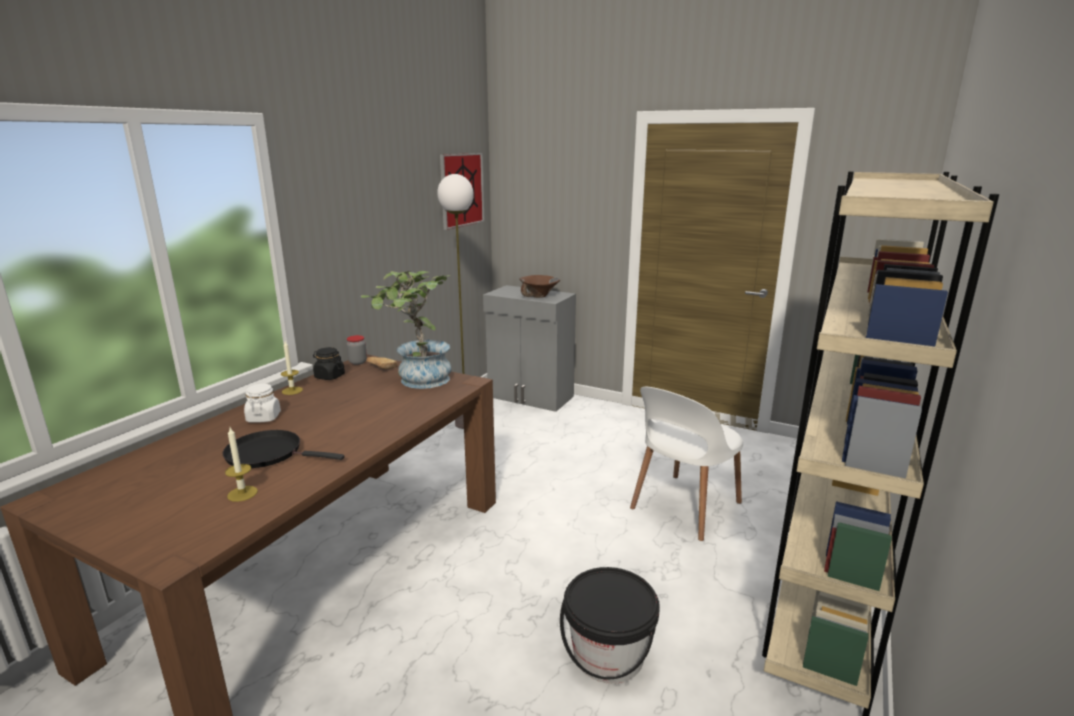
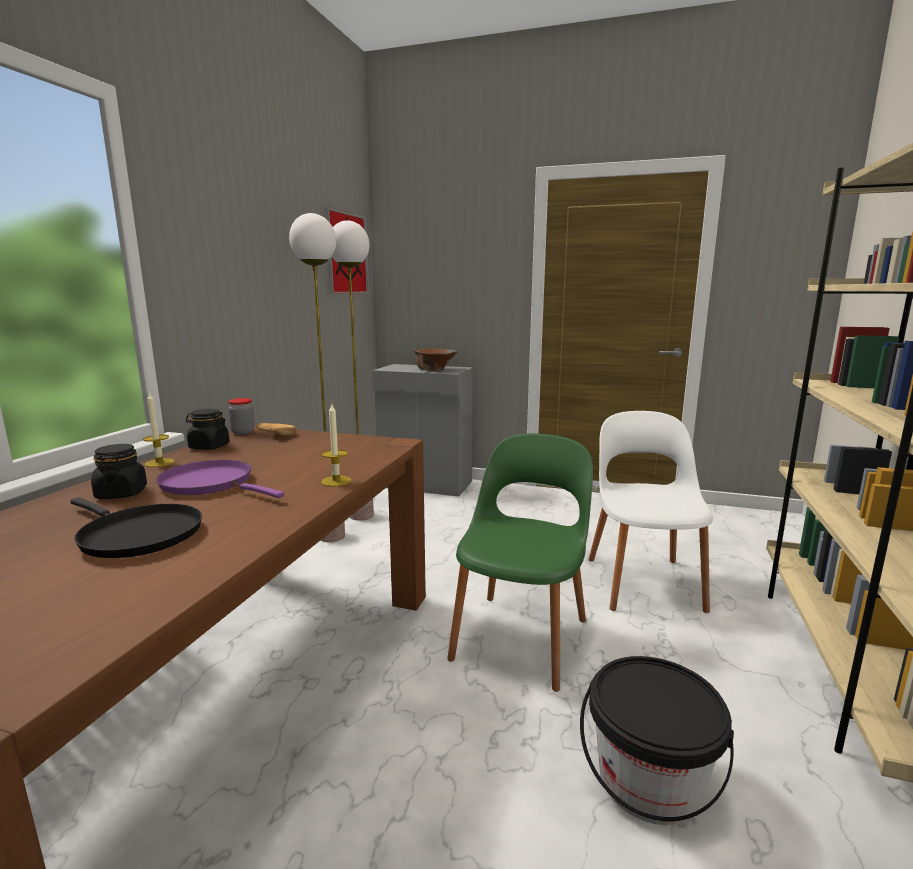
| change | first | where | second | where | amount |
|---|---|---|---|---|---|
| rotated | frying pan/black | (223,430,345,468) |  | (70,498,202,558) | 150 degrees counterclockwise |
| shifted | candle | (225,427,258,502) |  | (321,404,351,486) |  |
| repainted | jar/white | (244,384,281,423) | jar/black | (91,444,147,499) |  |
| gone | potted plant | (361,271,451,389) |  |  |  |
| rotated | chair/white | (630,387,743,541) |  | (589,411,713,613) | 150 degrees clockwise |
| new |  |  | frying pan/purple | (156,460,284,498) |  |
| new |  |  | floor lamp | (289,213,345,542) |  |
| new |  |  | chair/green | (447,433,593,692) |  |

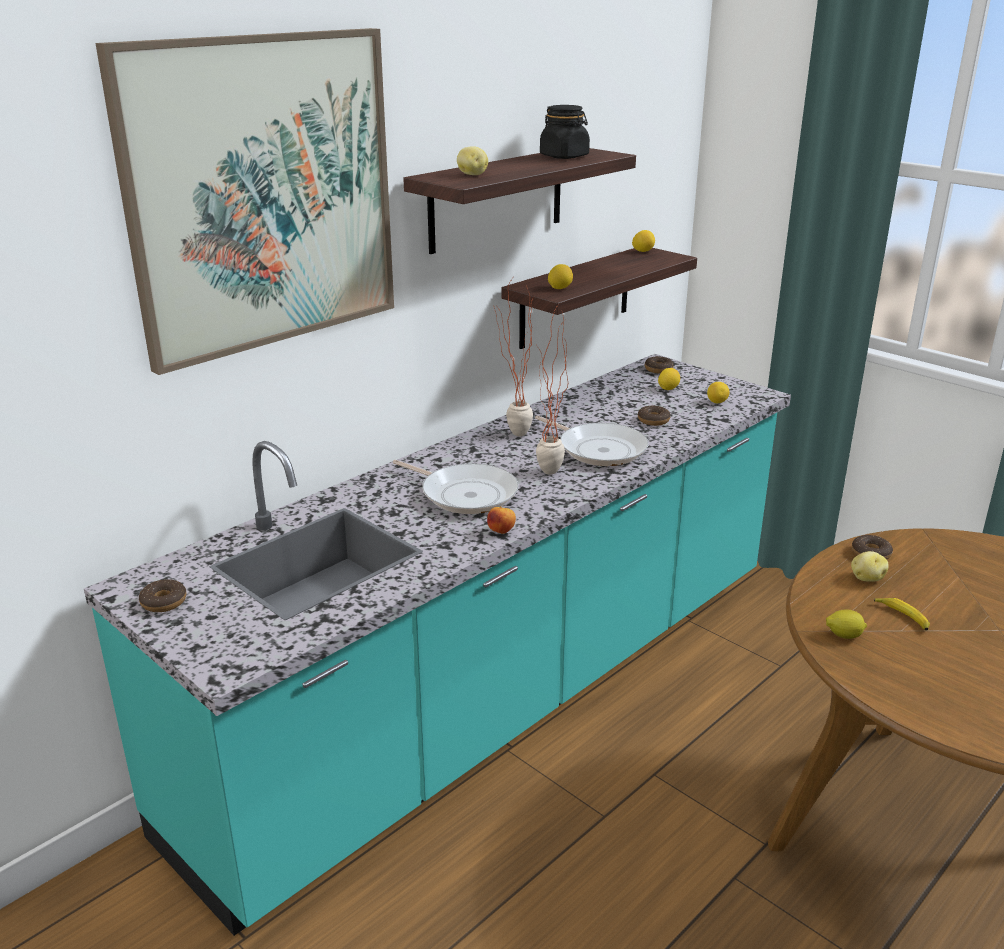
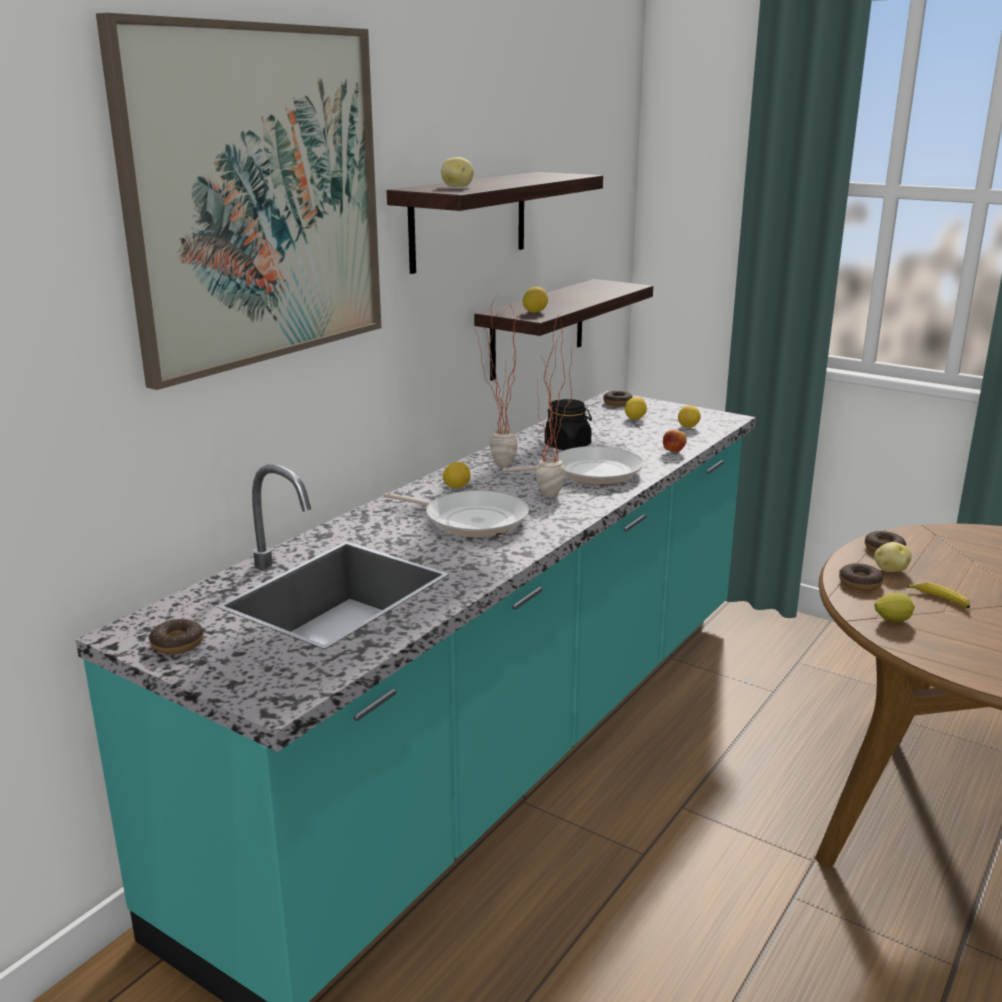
| change | first | where | second | where | amount |
|---|---|---|---|---|---|
| shifted | apple | (487,506,516,534) |  | (663,429,687,453) |  |
| rotated | frying pan | (535,415,648,466) |  | (502,446,644,485) | 45 degrees counterclockwise |
| shifted | jar/black | (540,105,590,159) |  | (545,399,592,450) |  |
| shifted | lemon | (632,230,655,252) |  | (443,462,471,488) |  |
| shifted | donut | (638,406,671,426) |  | (839,563,884,590) |  |

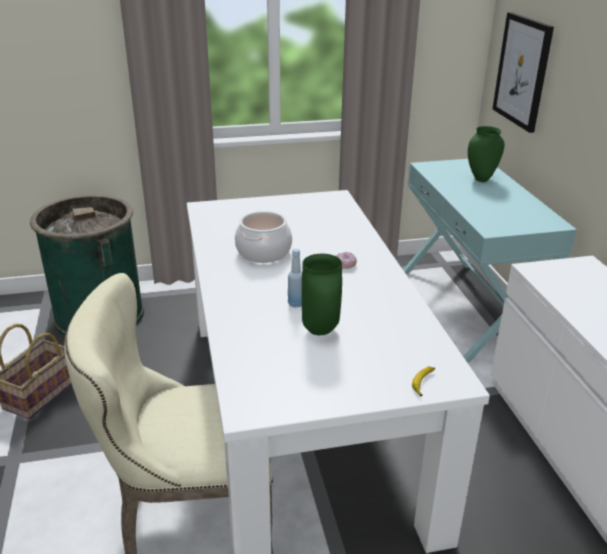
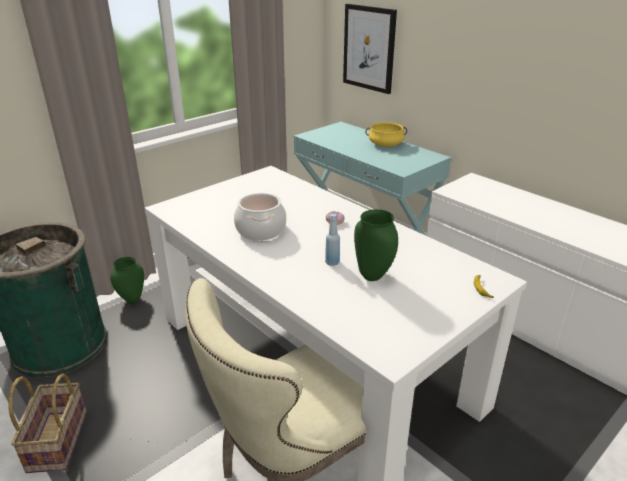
| change | first | where | second | where | amount |
|---|---|---|---|---|---|
| shifted | vase/green | (468,126,504,182) |  | (111,257,144,304) |  |
| new |  |  | cooking pot/yellow | (365,122,407,147) |  |

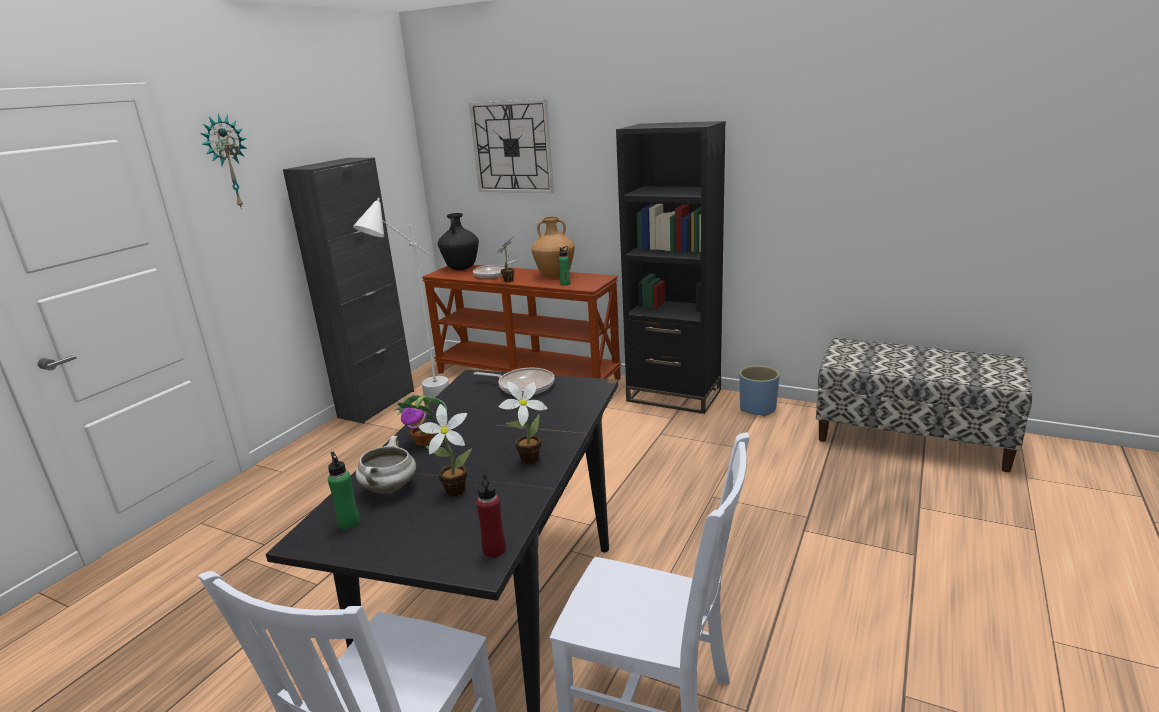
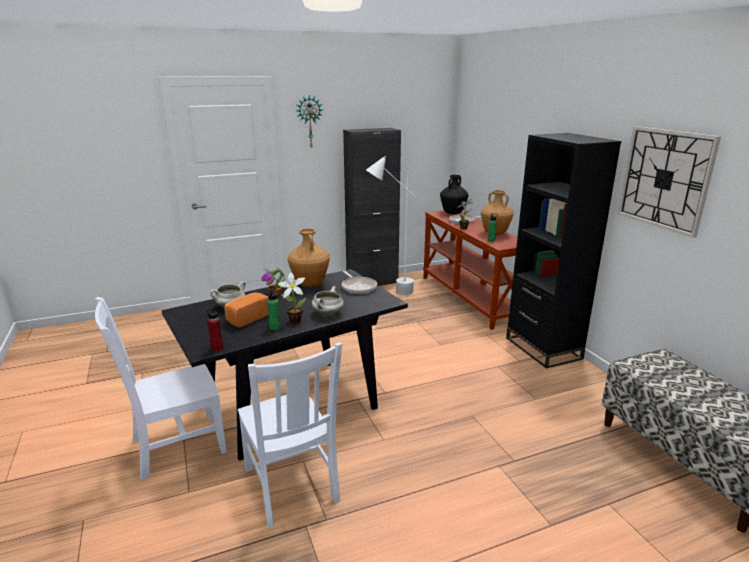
| change | first | where | second | where | amount |
|---|---|---|---|---|---|
| shifted | bottle/green | (328,451,360,530) |  | (267,287,281,330) |  |
| swapped | potted plant | (419,404,472,496) | bread | (224,292,269,327) |  |
| shifted | wall clock | (469,99,554,193) |  | (618,126,721,238) |  |
| gone | planter/blue | (739,366,780,416) |  |  |  |
| new |  |  | vase/brown | (288,229,330,287) |  |
| new |  |  | cooking pot/white | (312,286,344,316) |  |

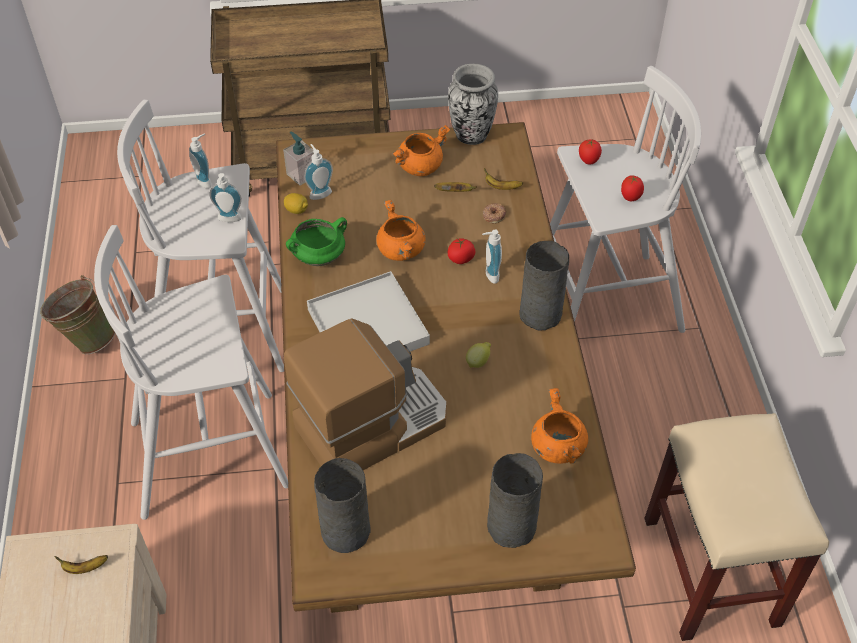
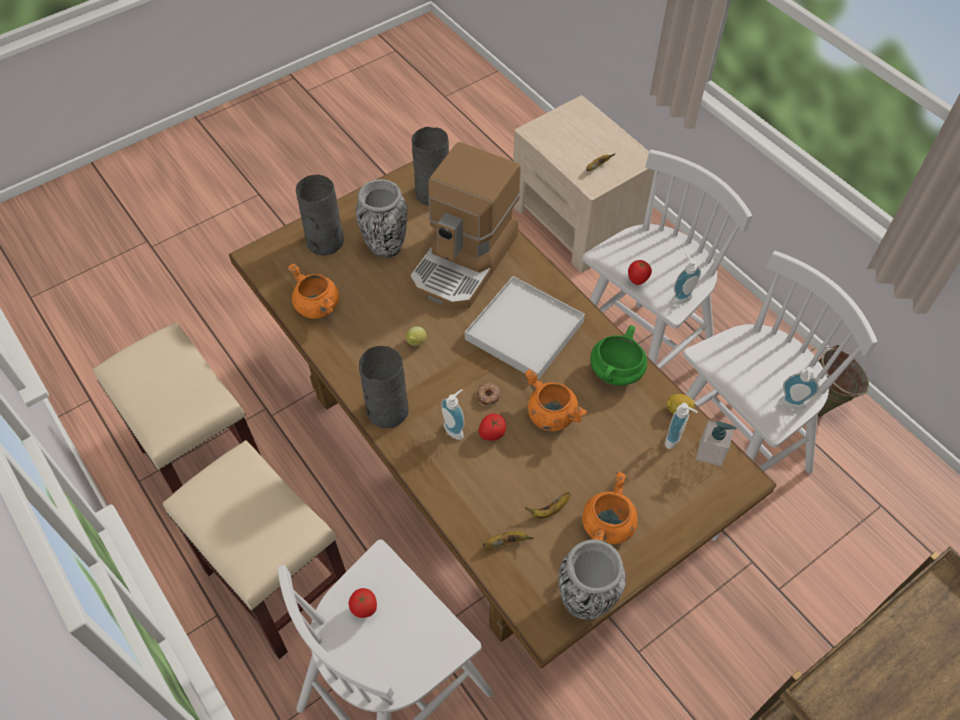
| change | first | where | second | where | amount |
|---|---|---|---|---|---|
| shifted | soap dispenser | (210,173,242,222) |  | (672,253,701,305) |  |
| shifted | donut | (483,203,506,224) |  | (476,382,501,406) |  |
| shifted | tomato | (579,139,602,165) |  | (628,260,652,285) |  |
| new |  |  | stool/beige | (163,440,346,659) |  |
| new |  |  | vase | (356,179,408,258) |  |

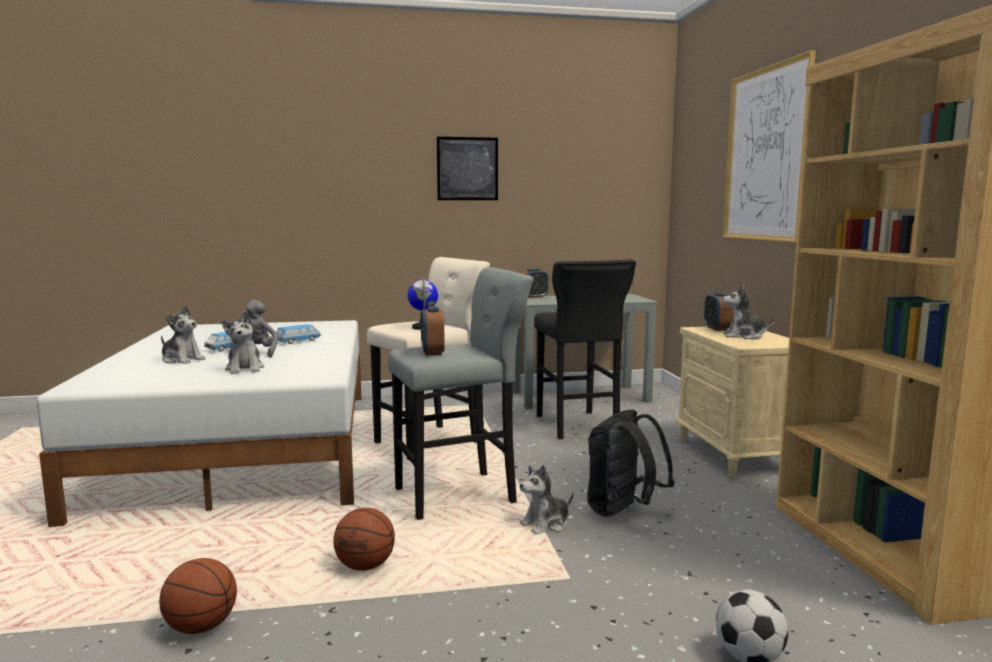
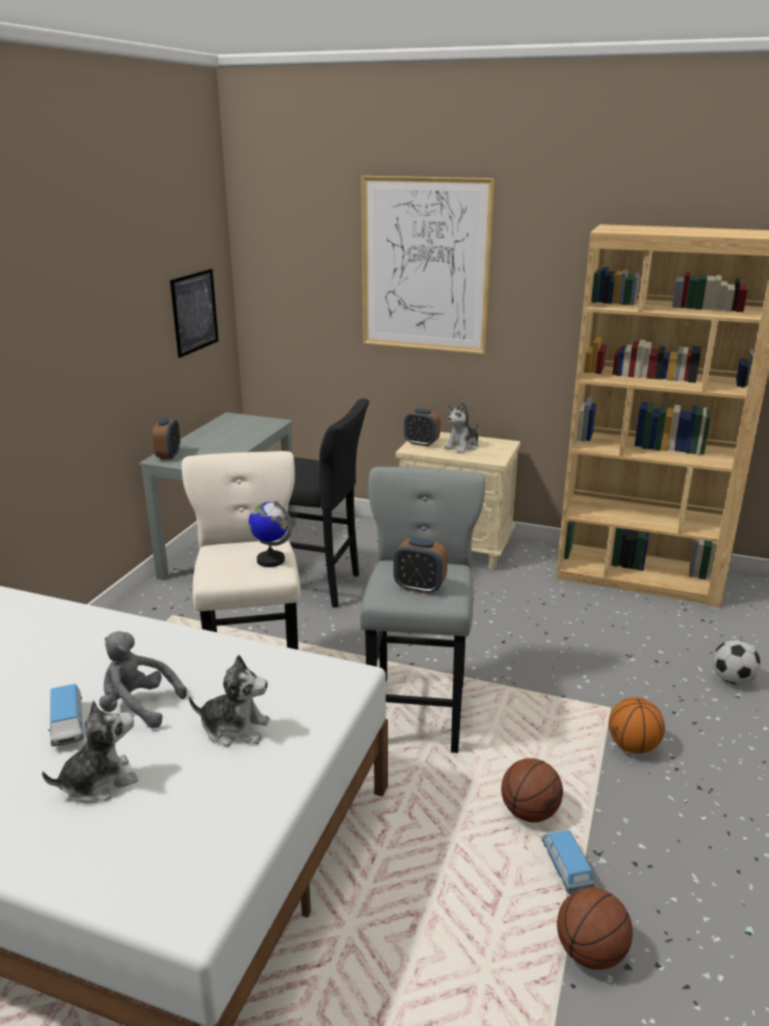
| change | first | where | second | where | amount |
|---|---|---|---|---|---|
| shifted | toy car | (276,324,321,344) |  | (542,830,594,894) |  |
| shifted | picture | (437,137,498,200) |  | (170,269,219,358) |  |
| gone | plush toy | (519,465,573,535) |  |  |  |
| gone | backpack/black | (587,410,674,517) |  |  |  |
| new |  |  | basketball | (609,697,665,753) |  |

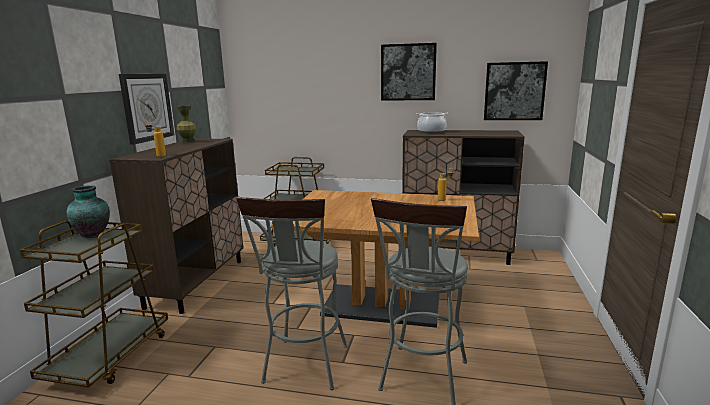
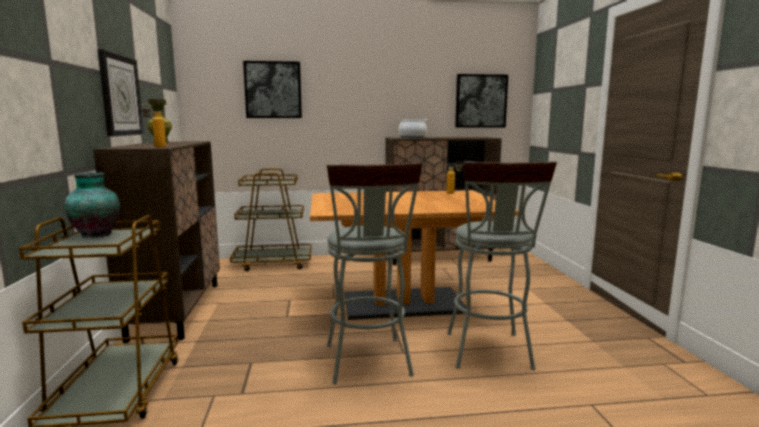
| change | first | where | second | where | amount |
|---|---|---|---|---|---|
| shifted | picture | (381,43,437,101) |  | (243,61,302,118) |  |

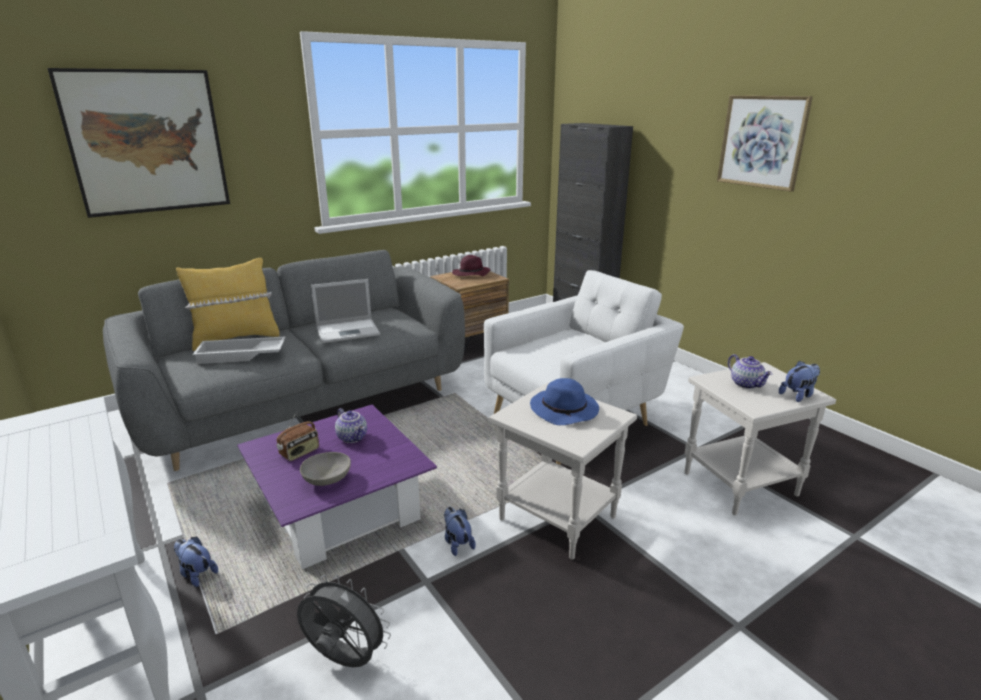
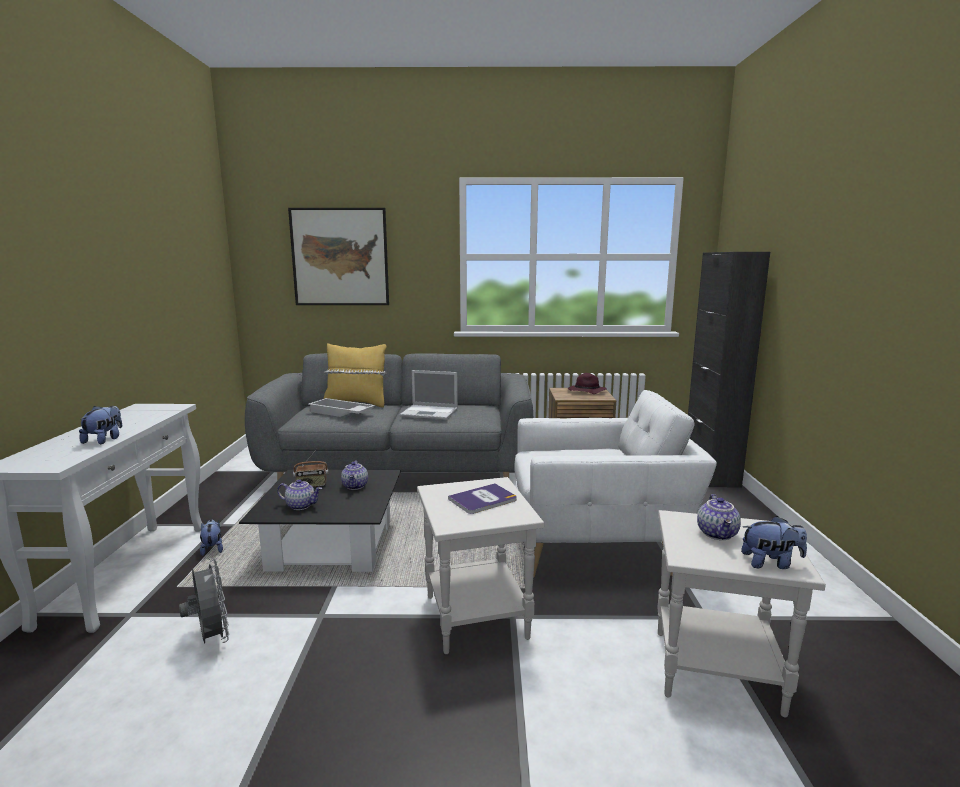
| change | first | where | second | where | amount |
|---|---|---|---|---|---|
| repainted | coffee table/purple | (237,404,437,569) | coffee table/black | (239,470,401,572) |  |
| swapped | bowl/grey | (300,452,351,486) | teapot | (277,479,322,510) |  |
| shifted | plush toy | (444,507,476,556) |  | (79,406,122,444) |  |
| swapped | hat/blue | (530,378,599,425) | book | (448,483,517,514) |  |
| gone | picture | (717,95,813,192) |  |  |  |

